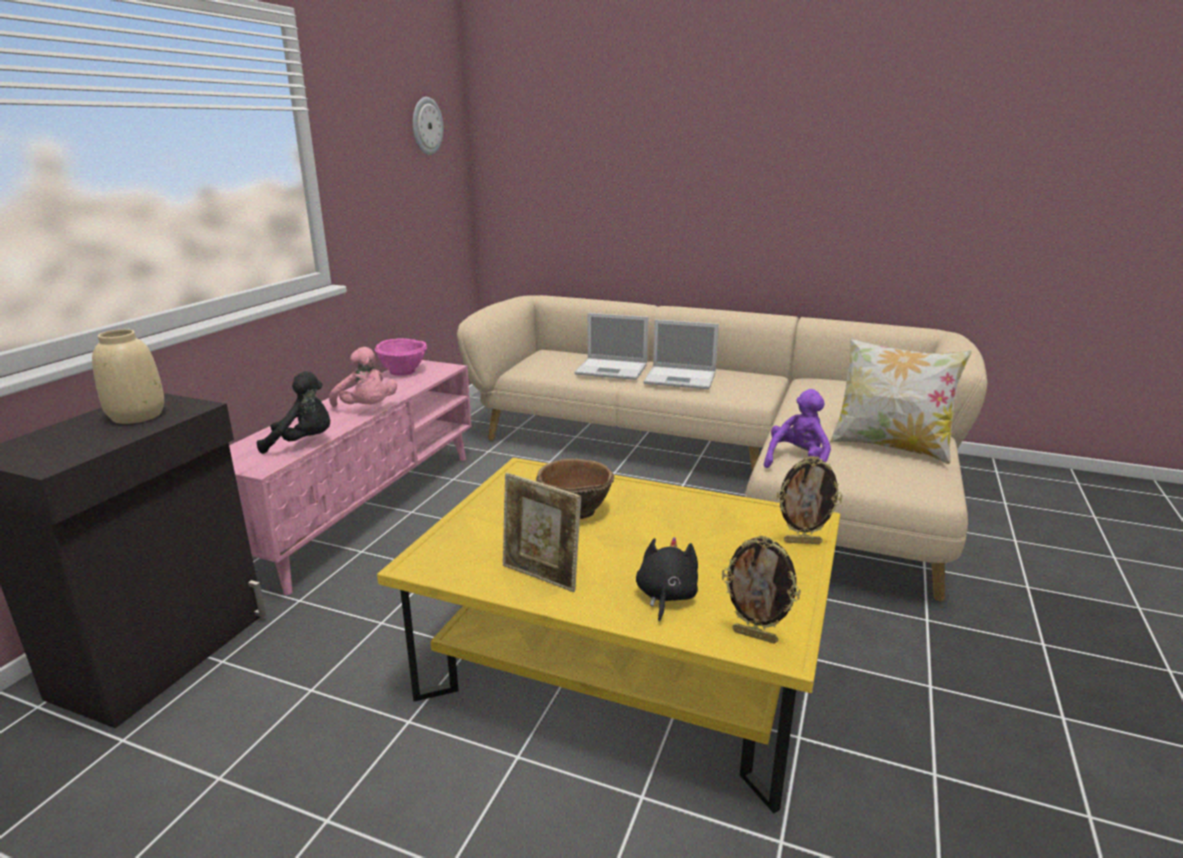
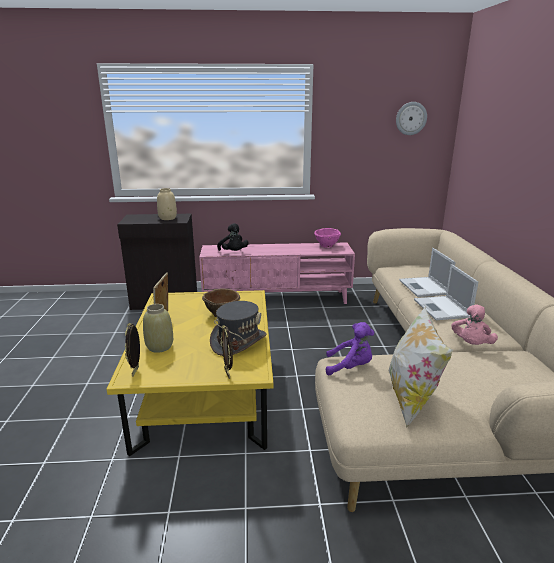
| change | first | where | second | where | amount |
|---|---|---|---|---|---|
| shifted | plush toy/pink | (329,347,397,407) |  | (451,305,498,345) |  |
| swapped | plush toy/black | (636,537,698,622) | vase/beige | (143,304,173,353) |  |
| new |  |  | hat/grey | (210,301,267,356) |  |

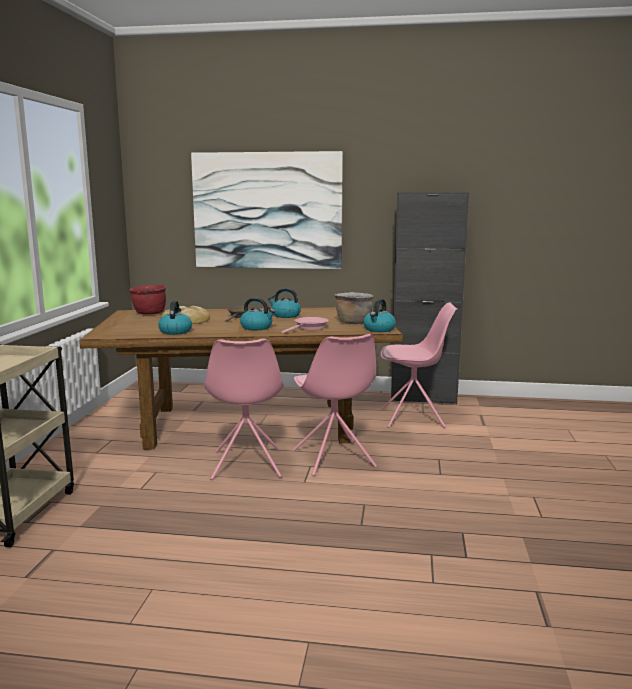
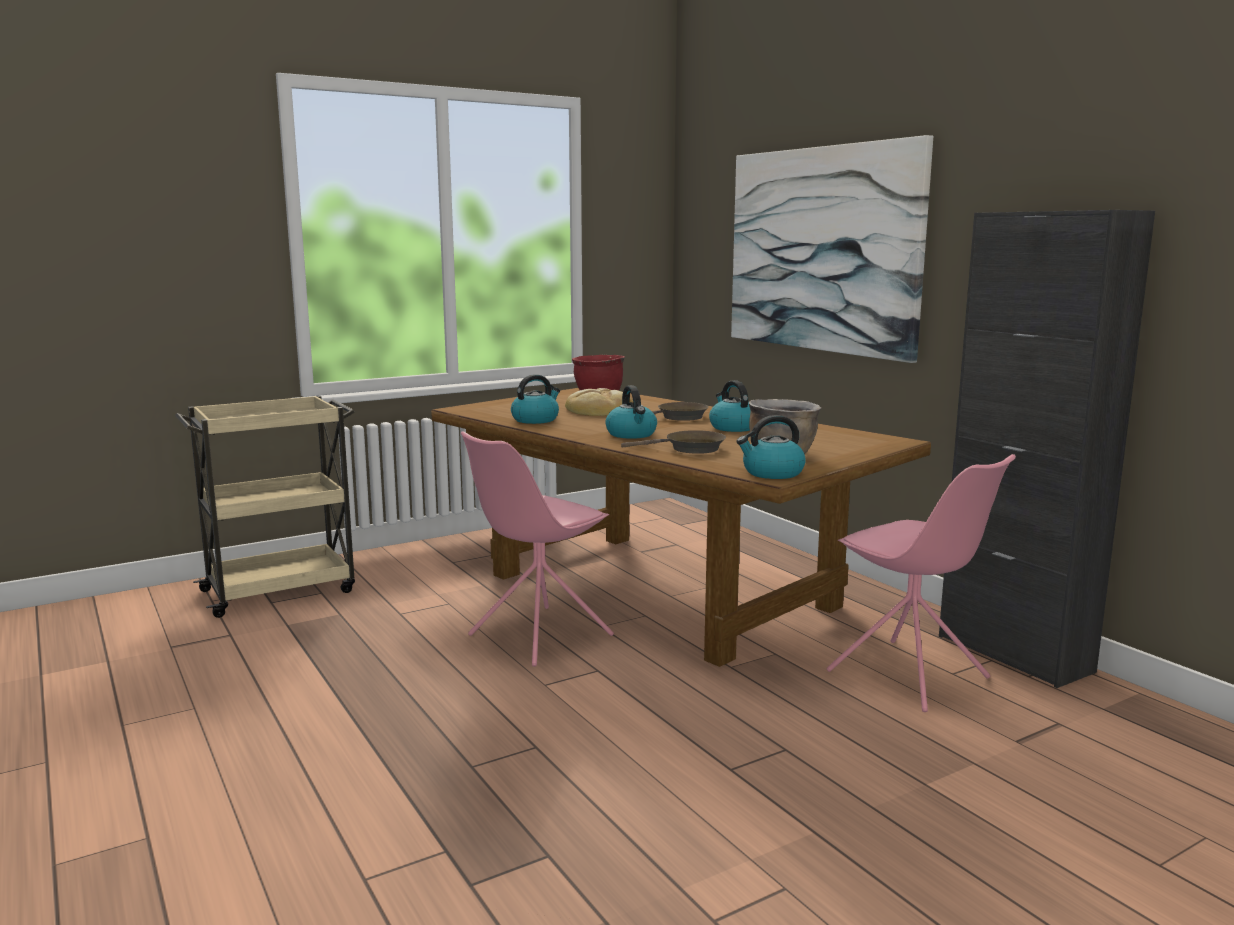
| change | first | where | second | where | amount |
|---|---|---|---|---|---|
| repainted | frying pan/pink | (282,317,329,334) | frying pan/brown | (621,430,726,454) |  |
| gone | chair/pink | (294,334,377,476) |  |  |  |

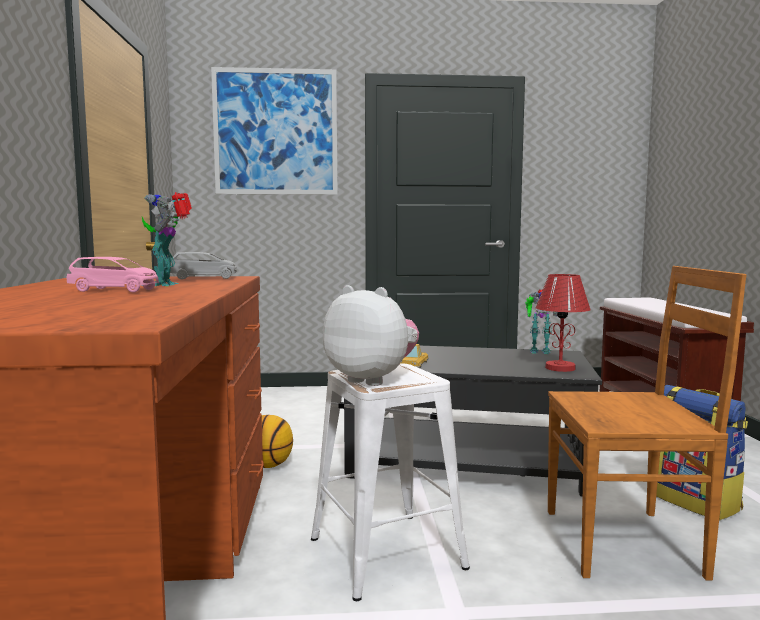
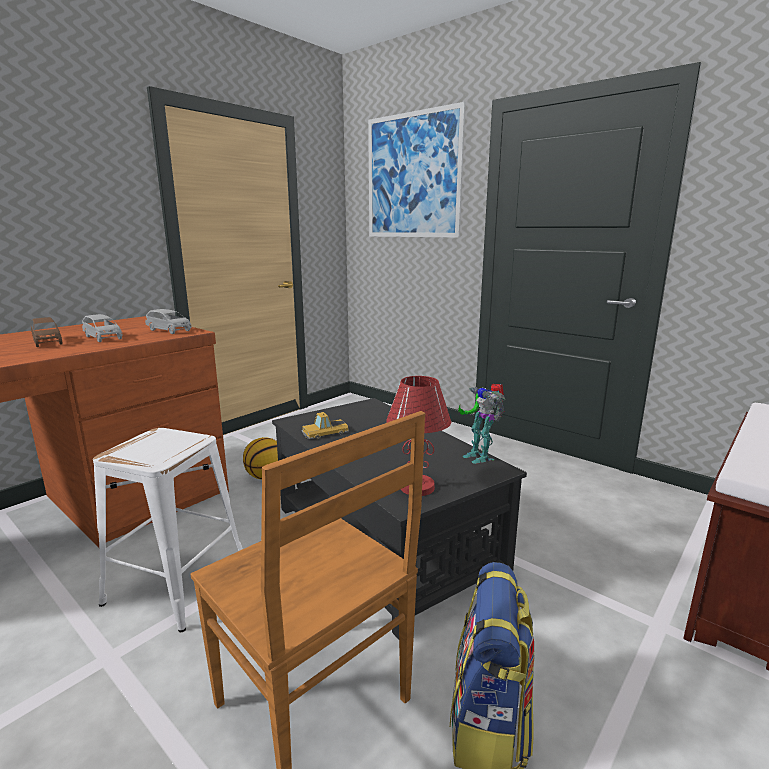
| change | first | where | second | where | amount |
|---|---|---|---|---|---|
| repainted | toy car/pink | (66,257,159,293) | toy car/brown | (31,317,63,347) |  |
| swapped | toy robot | (141,192,192,286) | toy car/grey | (82,314,123,342) |  |
| gone | plush toy | (323,285,419,386) |  |  |  |

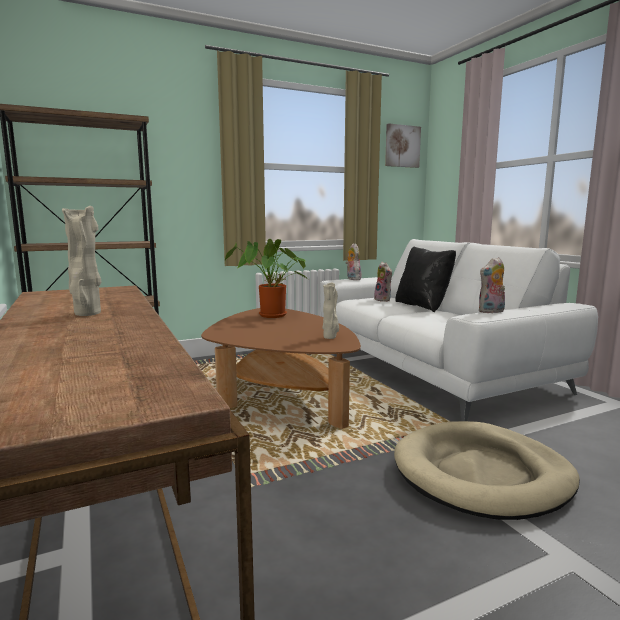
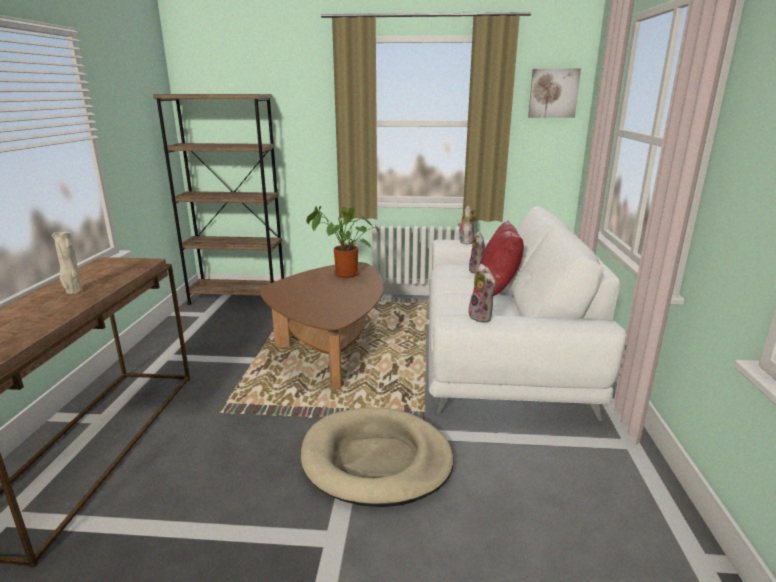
| change | first | where | second | where | amount |
|---|---|---|---|---|---|
| gone | vase/beige | (322,282,339,339) |  |  |  |
| repainted | pillow/black | (395,246,456,312) | pillow/red | (480,221,524,296) |  |
| rotated | plush toy | (478,257,505,313) |  | (466,264,496,323) | 120 degrees counterclockwise |

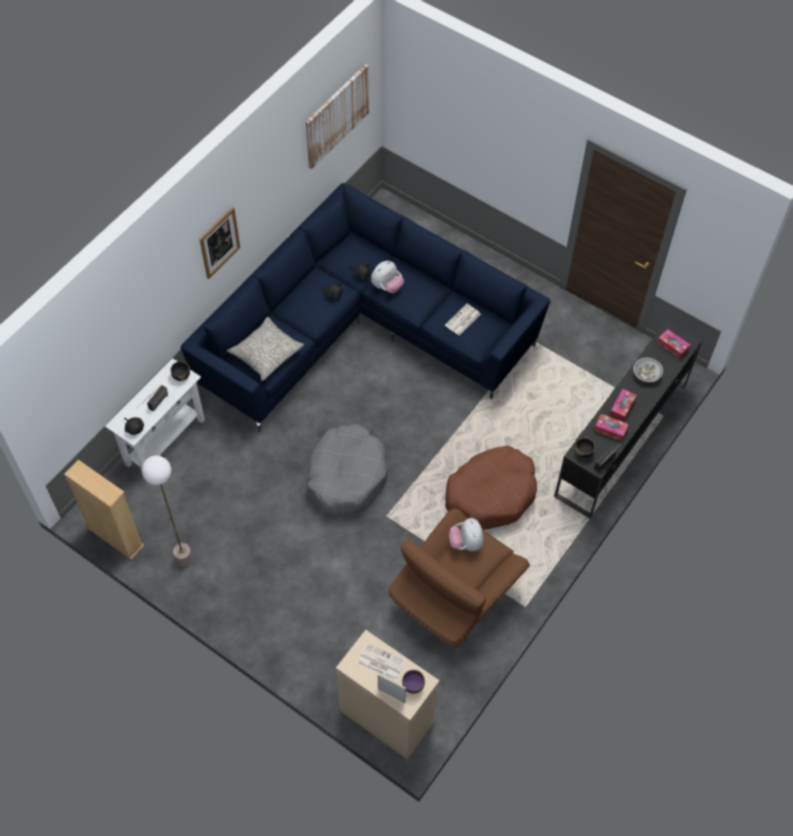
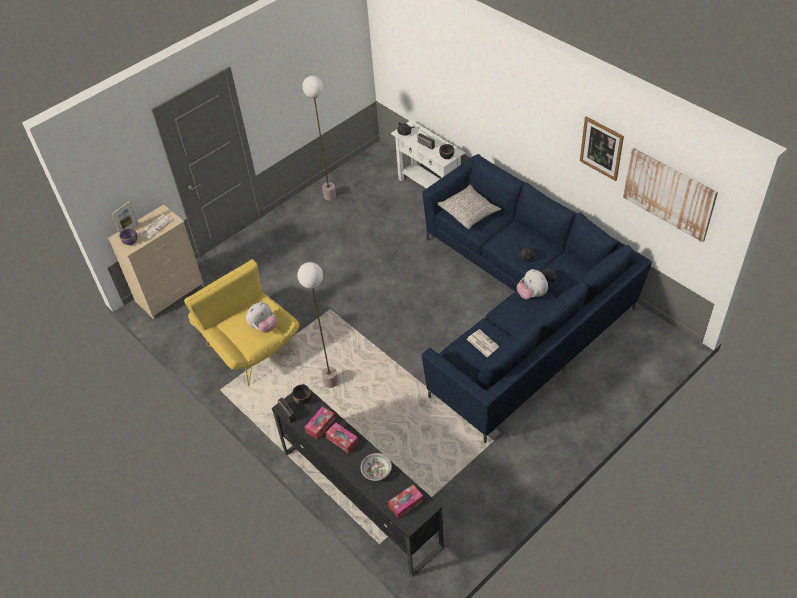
| change | first | where | second | where | amount |
|---|---|---|---|---|---|
| gone | bookcase/beige | (64,460,144,559) |  |  |  |
| shifted | picture | (200,207,240,279) |  | (580,117,624,181) |  |
| gone | dog bed/grey | (307,424,388,516) |  |  |  |
| repainted | armchair/brown | (388,509,530,647) | armchair/yellow | (184,259,300,385) |  |
| swapped | dog bed/brown | (445,445,537,530) | floor lamp | (297,262,338,388) |  |
| rotated | plush toy | (449,518,484,551) |  | (246,302,277,332) | 135 degrees clockwise |

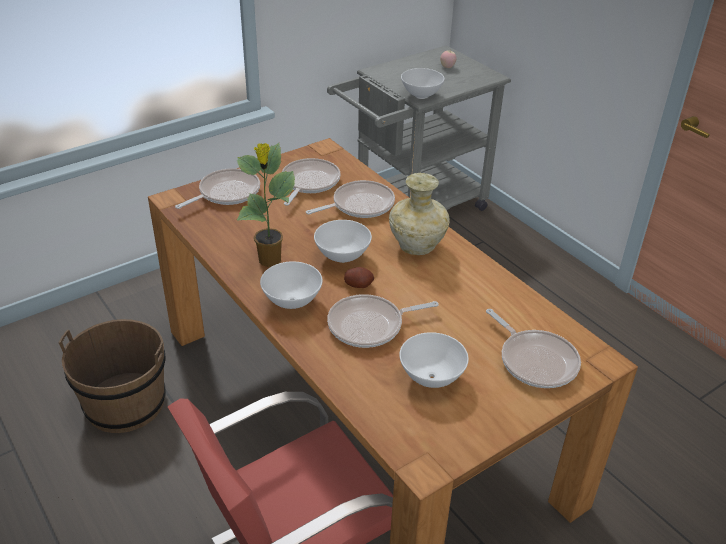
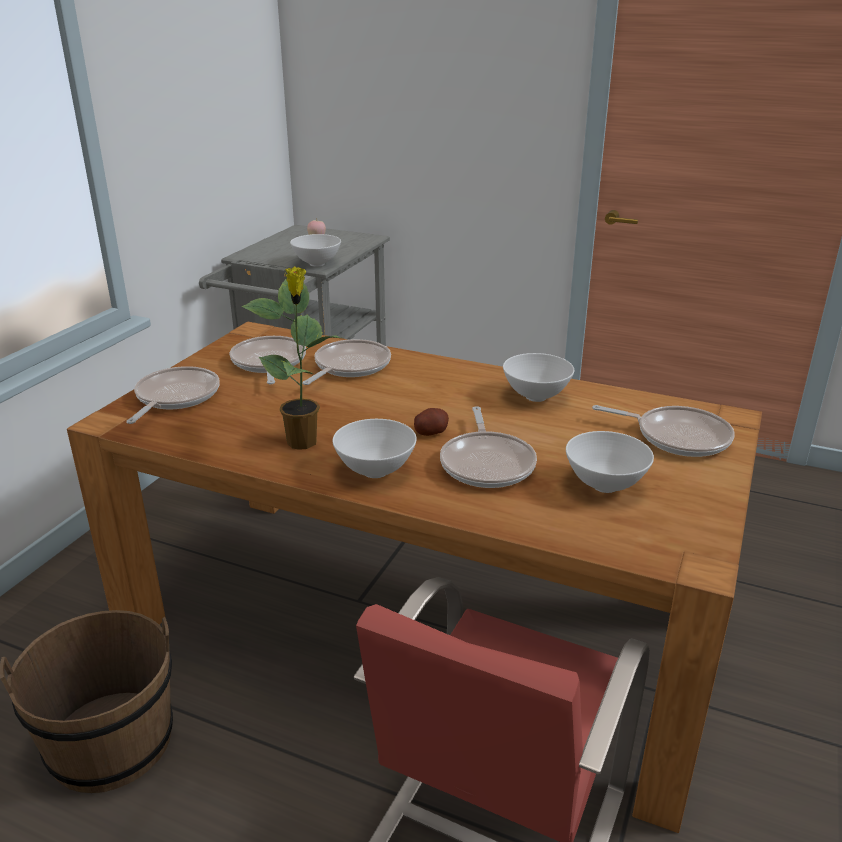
| change | first | where | second | where | amount |
|---|---|---|---|---|---|
| shifted | bowl/white | (314,220,372,263) |  | (503,353,574,402) |  |
| rotated | frying pan | (327,294,439,348) |  | (440,406,537,488) | 45 degrees counterclockwise |
| gone | vase/beige | (389,173,450,255) |  |  |  |

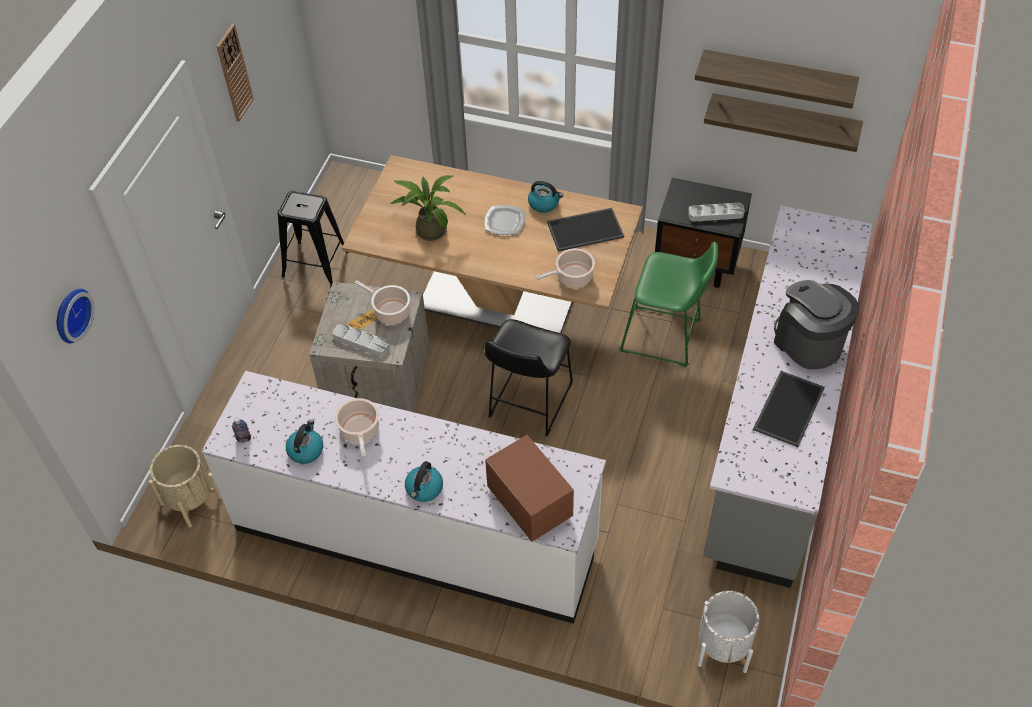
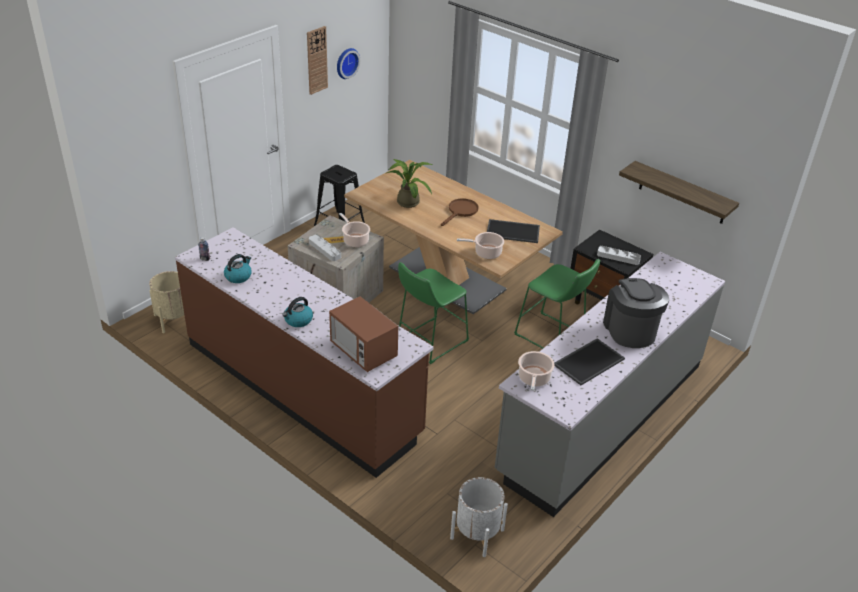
| change | first | where | second | where | amount |
|---|---|---|---|---|---|
| shifted | wall clock | (57,289,95,344) |  | (337,48,360,79) |  |
| repainted | counter/white | (201,371,606,624) | counter/brown | (175,227,433,478) |  |
| shifted | cooking pot | (335,398,379,457) |  | (518,351,555,391) |  |
| swapped | plate | (485,205,525,235) | frying pan/brown | (441,198,479,226) |  |
| repainted | stool/black | (485,319,573,436) | stool/green | (398,262,469,364) |  |
| rotated | microwave | (485,435,574,542) |  | (329,296,398,372) | 150 degrees clockwise |
| gone | kettle | (528,181,563,213) |  |  |  |
| gone | shelf | (695,50,859,109) |  |  |  |

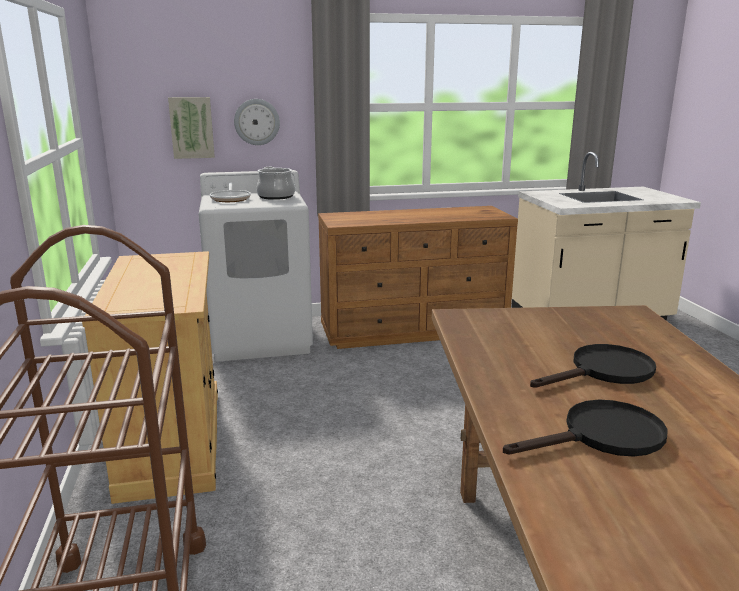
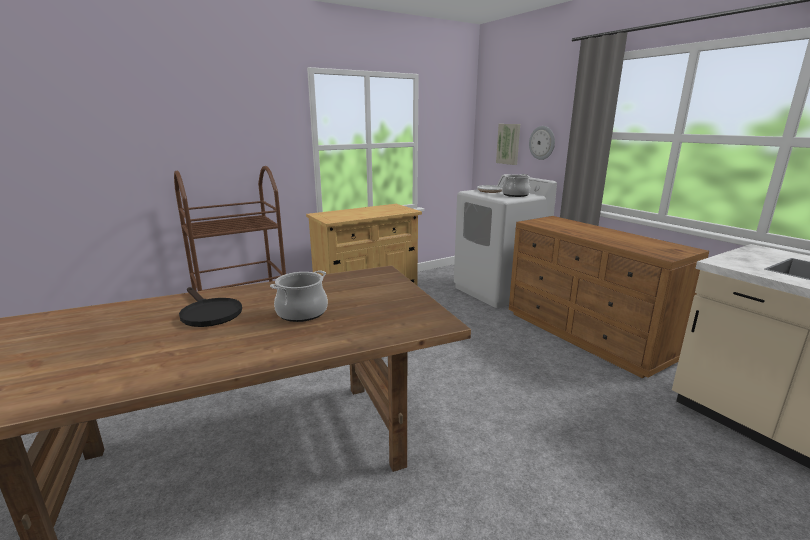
| change | first | where | second | where | amount |
|---|---|---|---|---|---|
| swapped | frying pan/black | (530,344,656,388) | cooking pot | (270,270,328,322) |  |

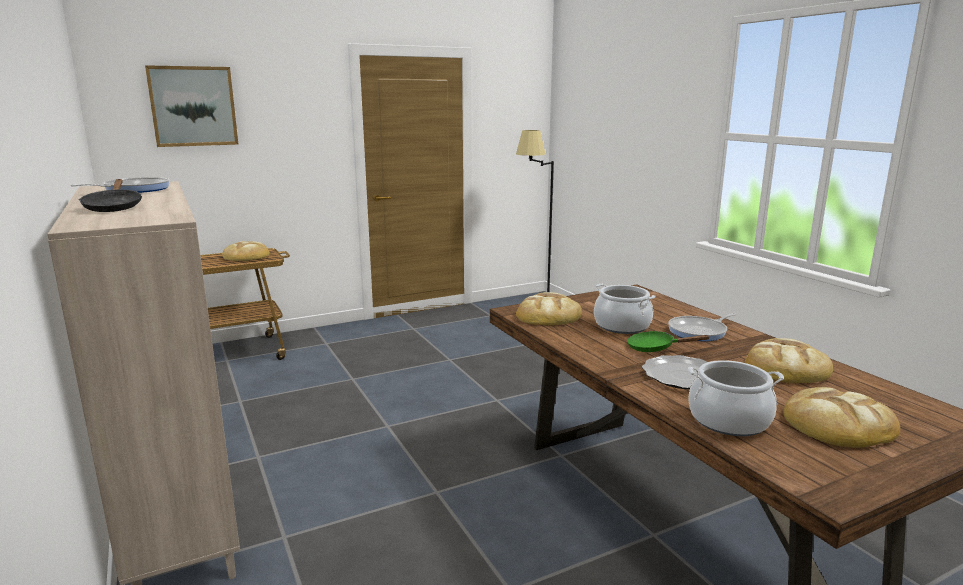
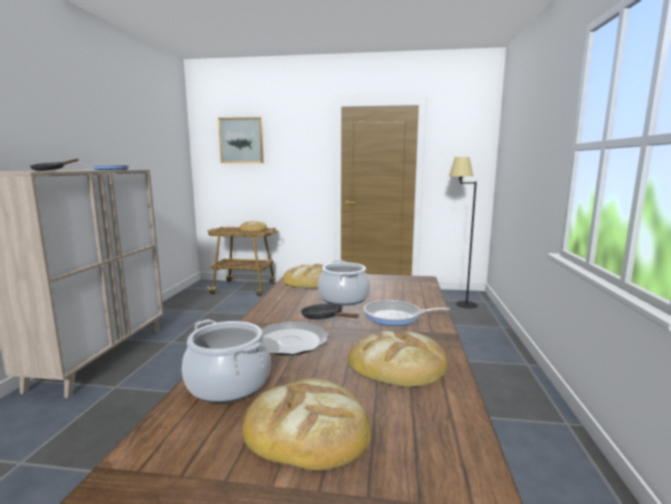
| change | first | where | second | where | amount |
|---|---|---|---|---|---|
| repainted | frying pan/green | (627,331,709,352) | frying pan/black | (301,303,359,319) |  |

